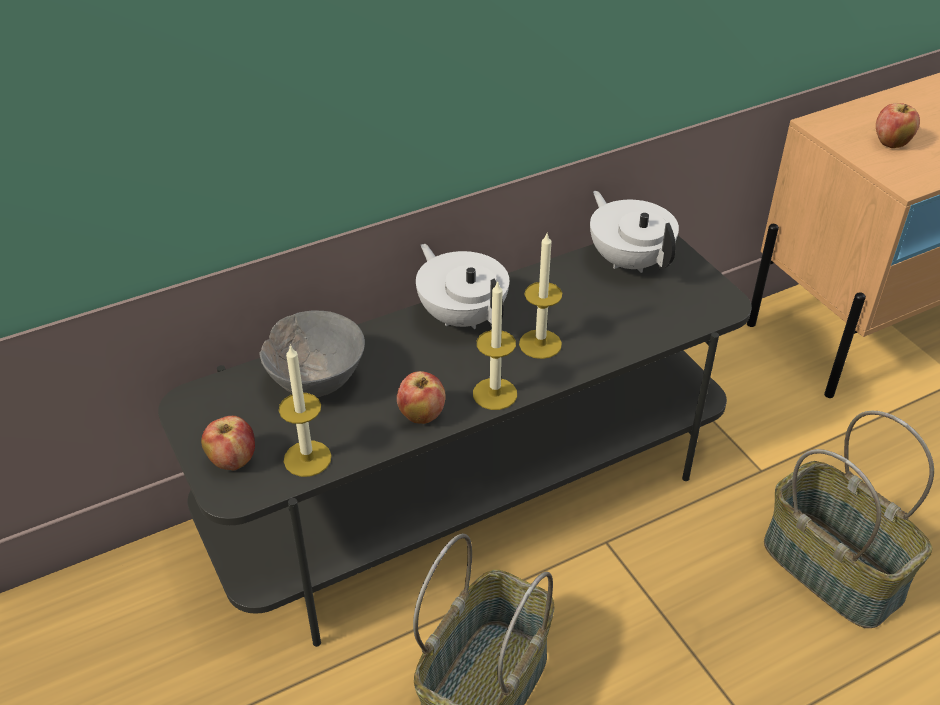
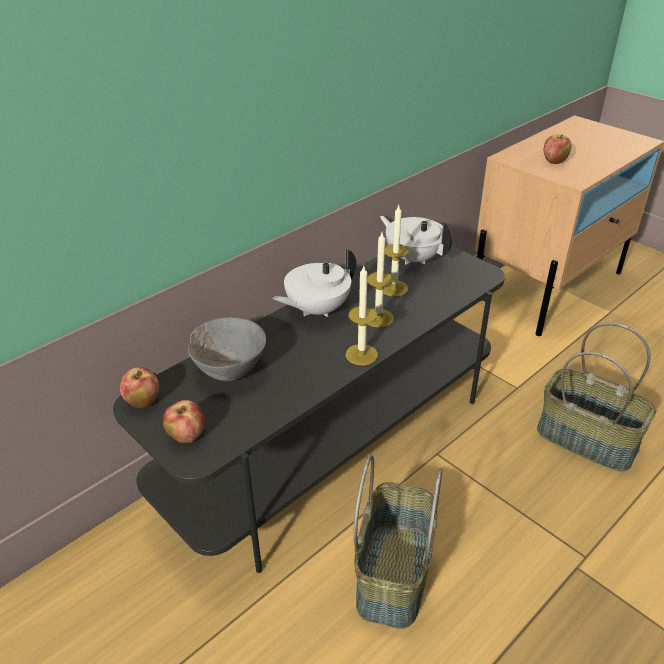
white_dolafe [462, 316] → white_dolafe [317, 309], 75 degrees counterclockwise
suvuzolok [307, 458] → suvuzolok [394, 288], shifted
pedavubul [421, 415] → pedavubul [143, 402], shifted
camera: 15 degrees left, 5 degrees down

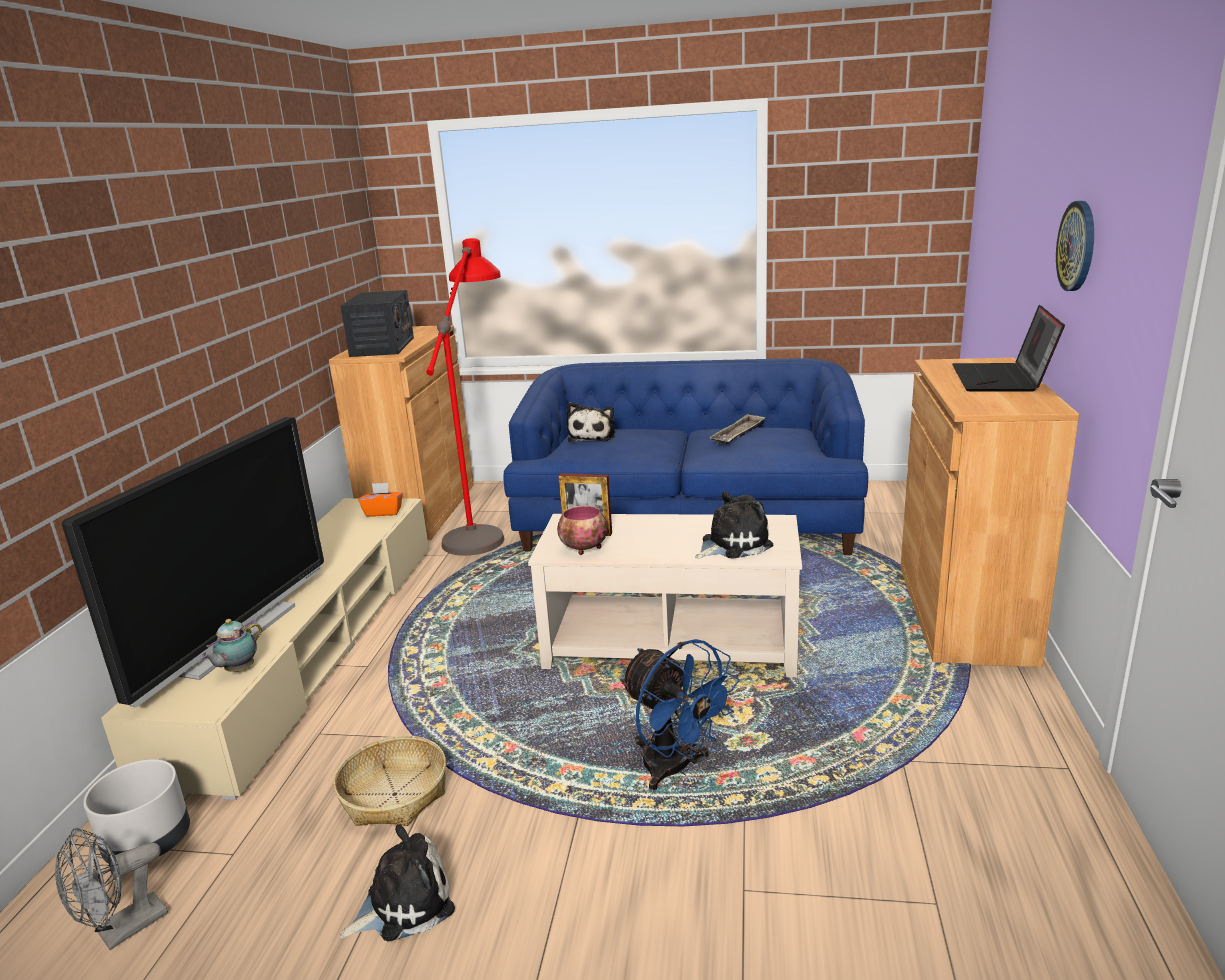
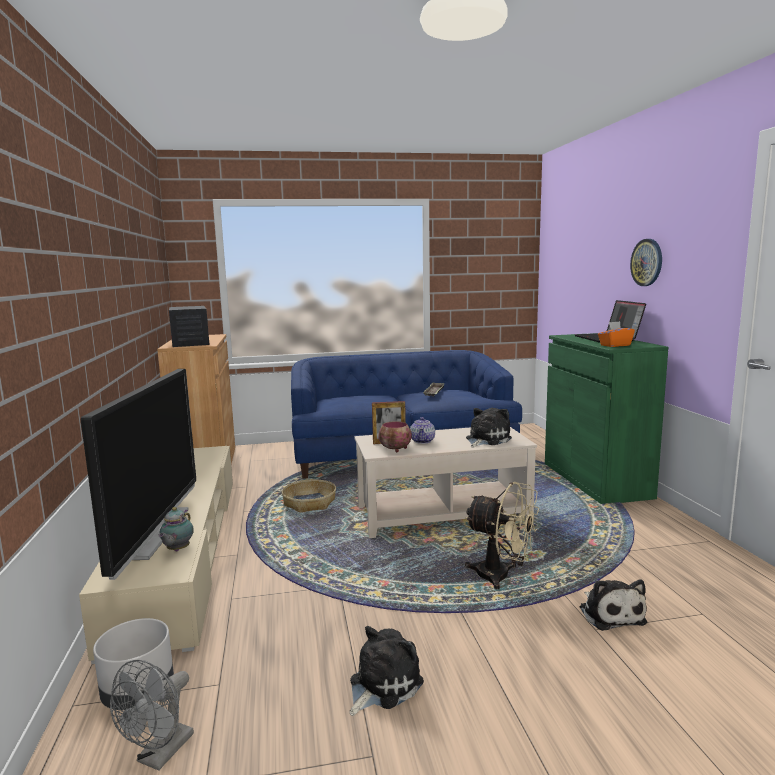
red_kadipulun [484, 523] → -
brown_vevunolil [964, 613] → green_vevunolil [595, 480]
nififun [593, 436] → nififun [610, 613], shifted
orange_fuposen [383, 512] → orange_fuposen [615, 345], shifted
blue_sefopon [675, 770] → beige_sefopon [501, 577]
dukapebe [395, 794] → dukapebe [309, 503], shifted
- → dolafe [422, 441]
camera: 20 degrees left, 10 degrees down

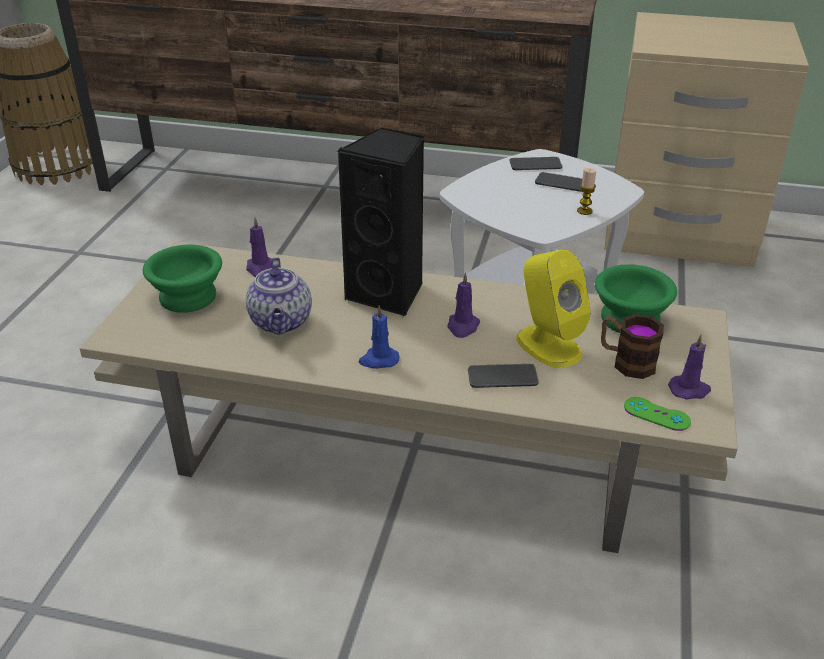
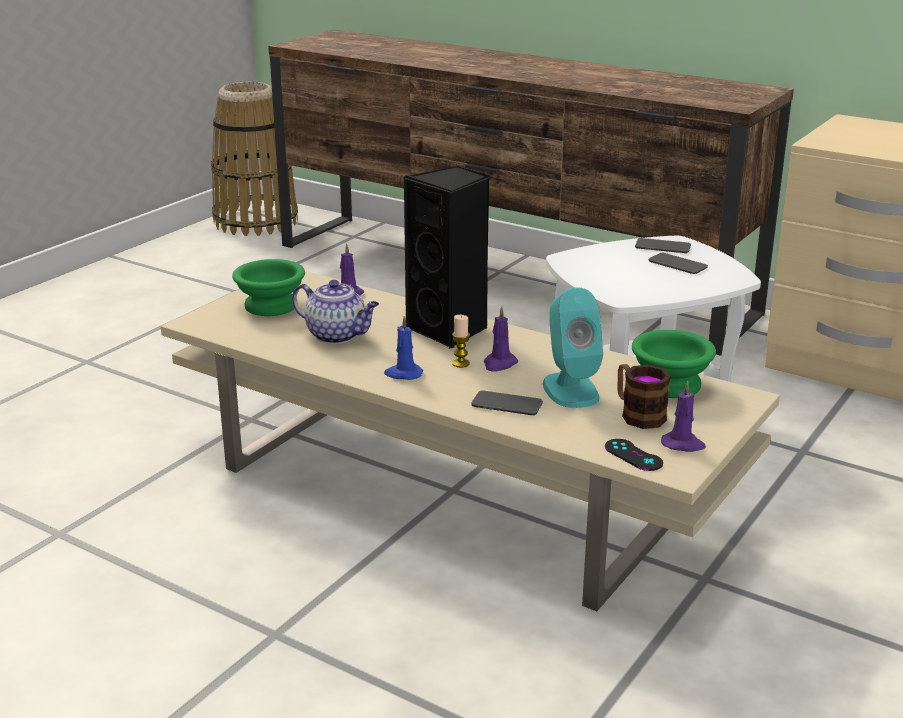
suvuzolok [584, 211] → suvuzolok [461, 363], shifted
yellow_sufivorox [548, 345] → turquoise_sufivorox [570, 390]
dolafe [281, 323] → dolafe [338, 335], 75 degrees counterclockwise
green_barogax [656, 414] → black_barogax [633, 455]
camera: 20 degrees right, 10 degrees down

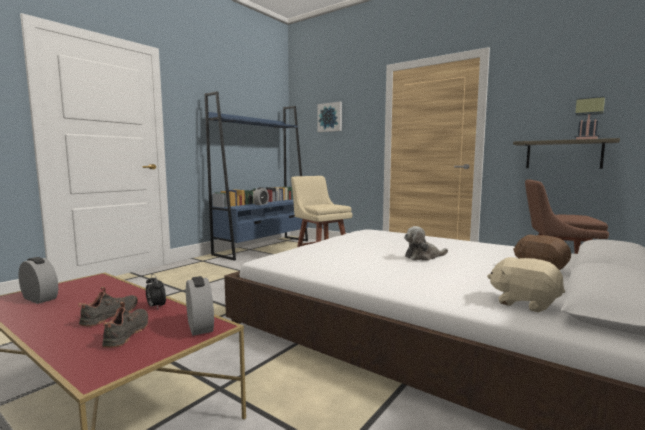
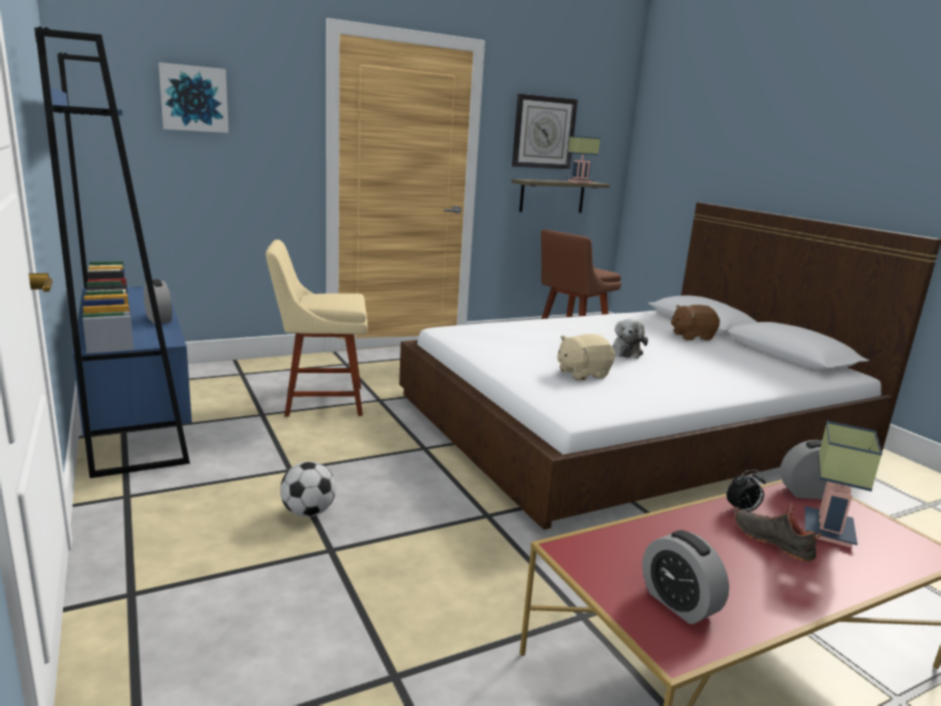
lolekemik [40, 298] → lolekemik [678, 603], 90 degrees counterclockwise
beige_nififun [524, 303] → beige_nififun [582, 373], shifted
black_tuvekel [128, 333] → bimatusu [831, 532]
- → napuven [543, 132]
- → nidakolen [308, 512]
camera: 65 degrees left, 10 degrees up

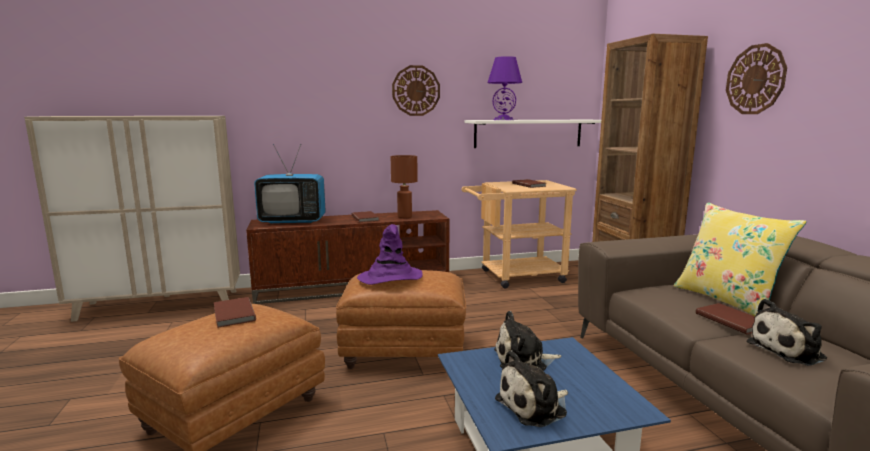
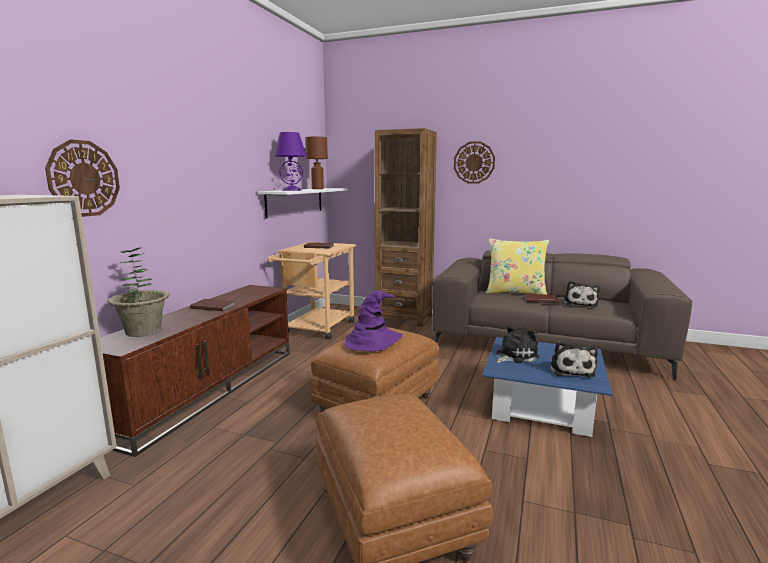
napuven [416, 90] → napuven [84, 178], shifted
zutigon [293, 221] → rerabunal [143, 331]
brown_bimatusu [404, 217] → brown_bimatusu [317, 189], shifted
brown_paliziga [233, 314] → -
nififun [523, 360] → nififun [514, 356], 150 degrees counterclockwise
camera: 55 degrees left, 0 degrees up

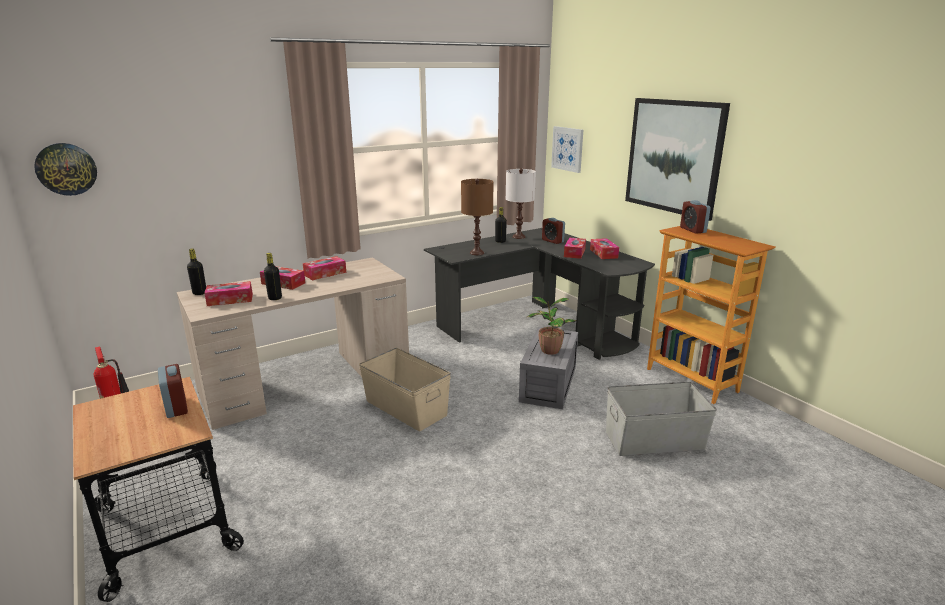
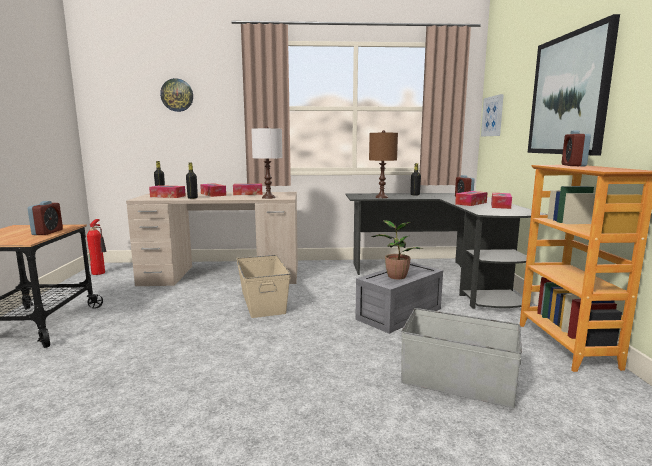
napuven [66, 169] → napuven [177, 95], shifted
white_bimatusu [518, 237] → white_bimatusu [268, 197], shifted
camera: 30 degrees right, 10 degrees down

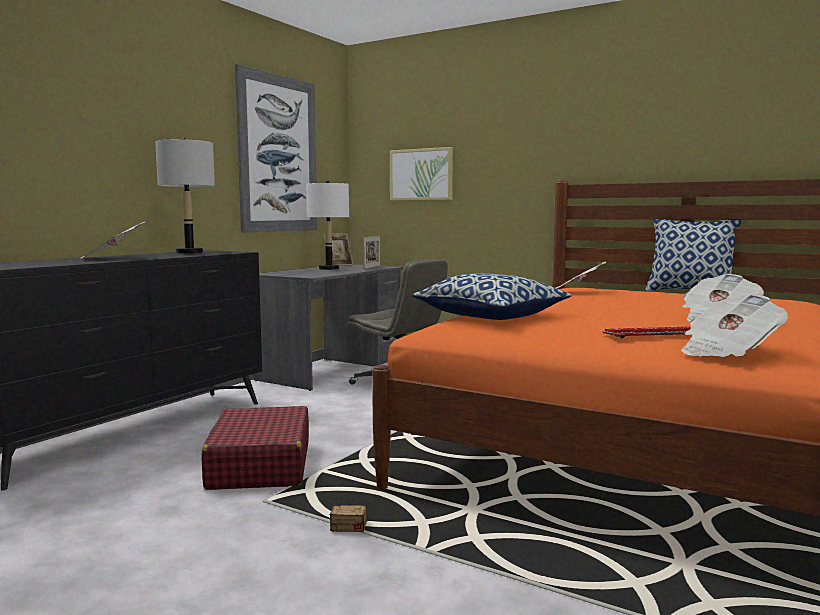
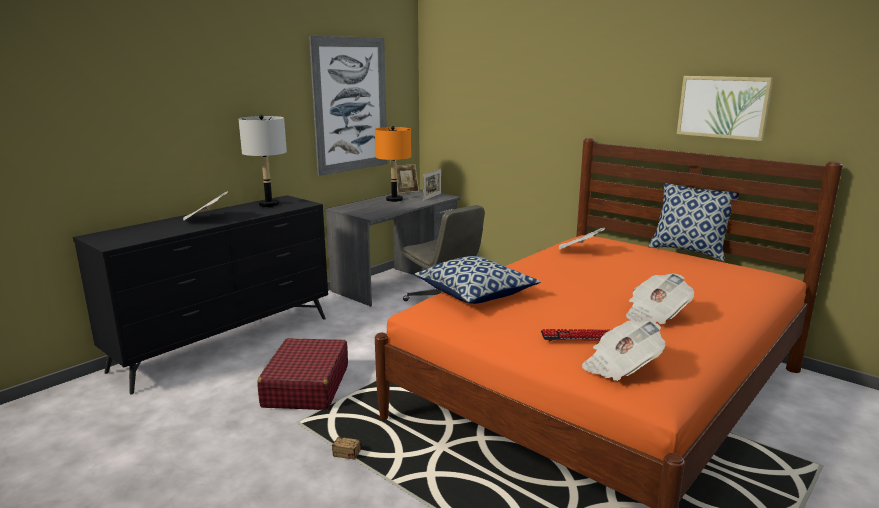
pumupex [421, 174] → pumupex [722, 107], shifted
white_bimatusu [329, 268] → orange_bimatusu [394, 199]
camera: 10 degrees right, 10 degrees up

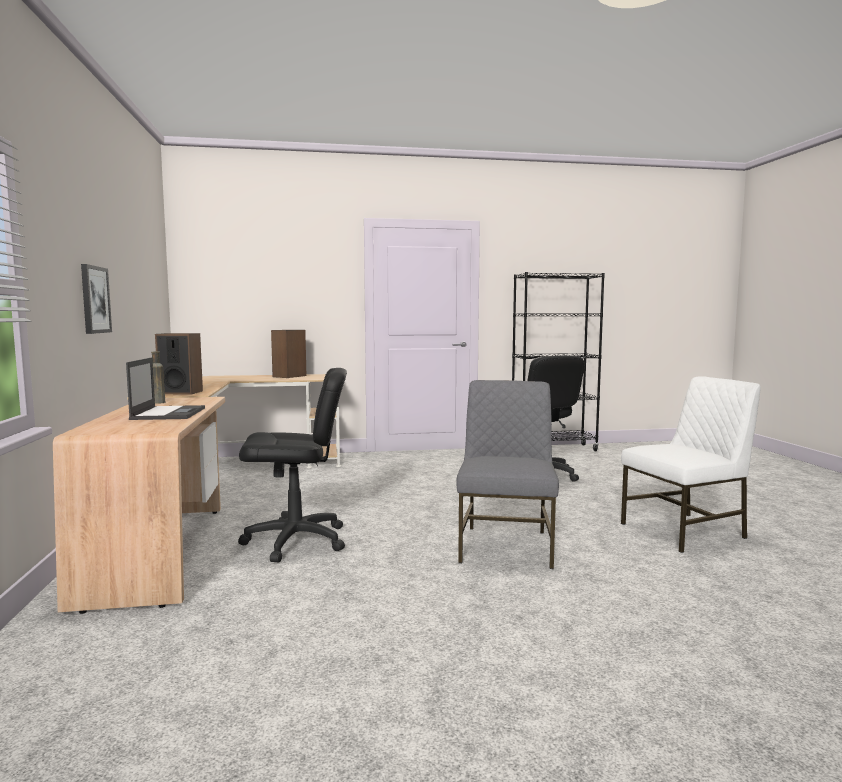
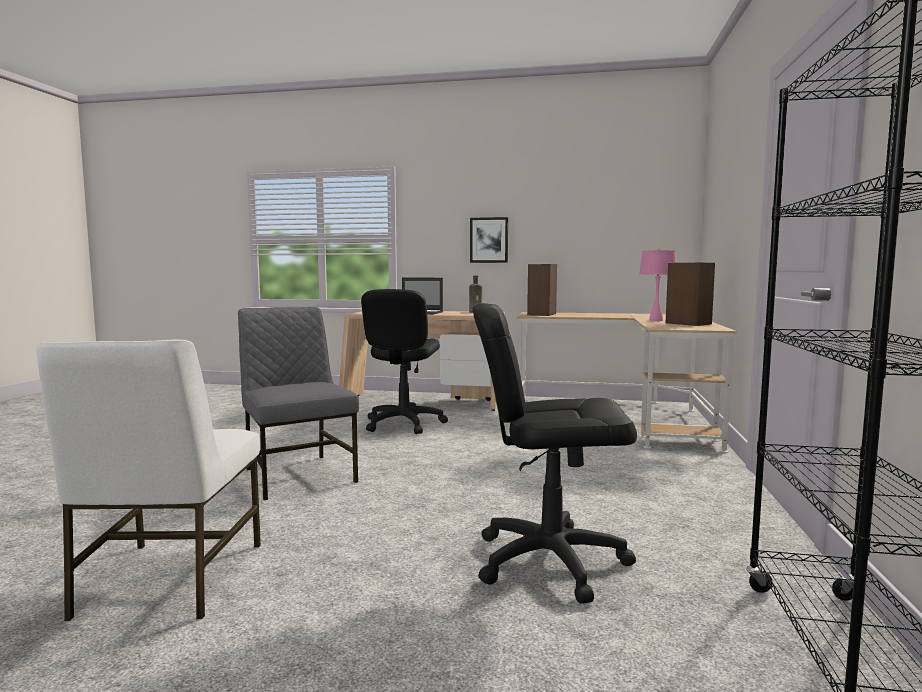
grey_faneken [506, 545] → grey_faneken [298, 475], 150 degrees counterclockwise
- → pink_bimatusu [655, 320]
camera: 110 degrees right, 0 degrees up

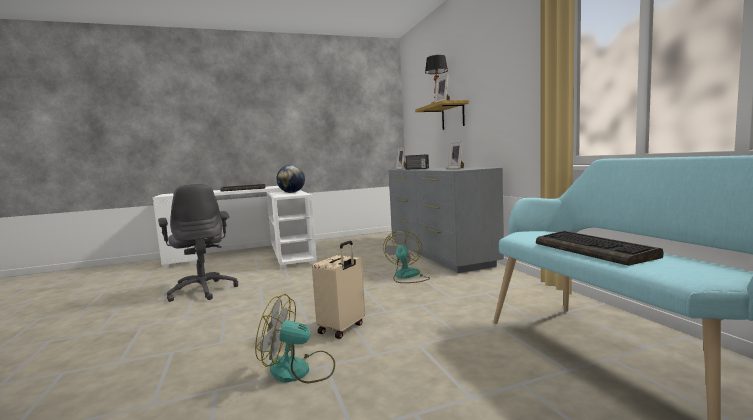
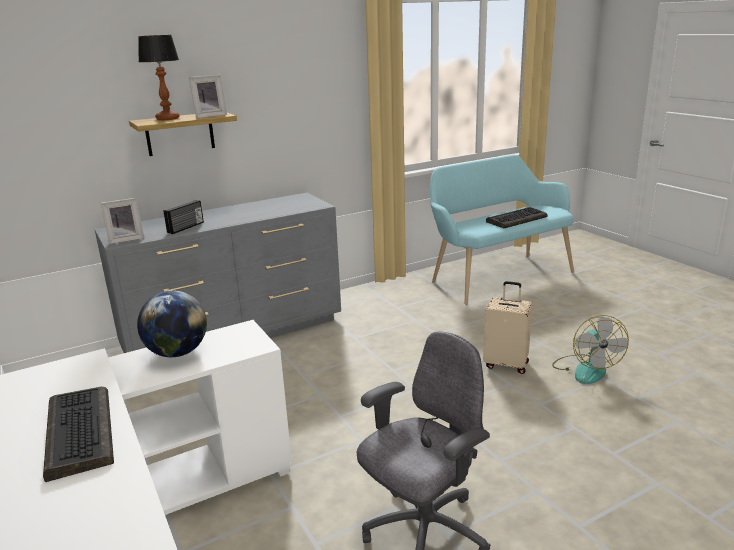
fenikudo [457, 168] → -
sefopon [407, 276] → -
camera: 100 degrees left, 15 degrees up

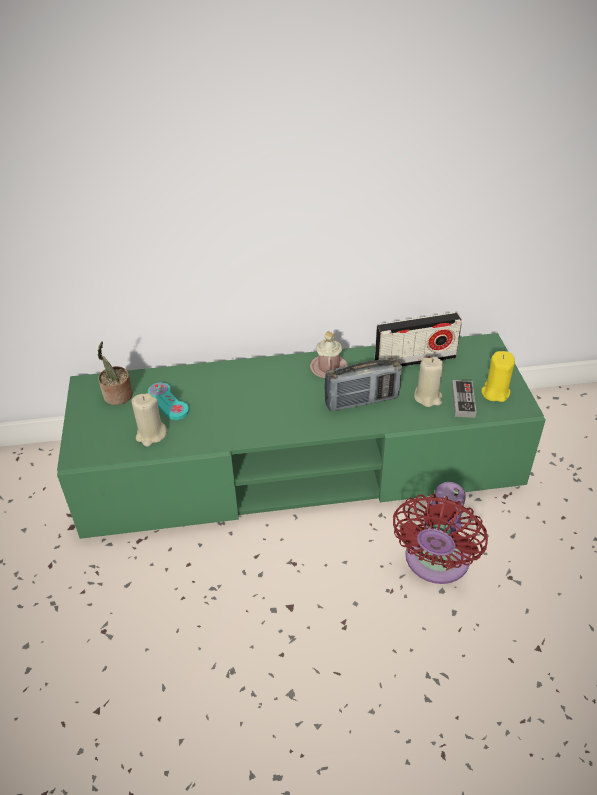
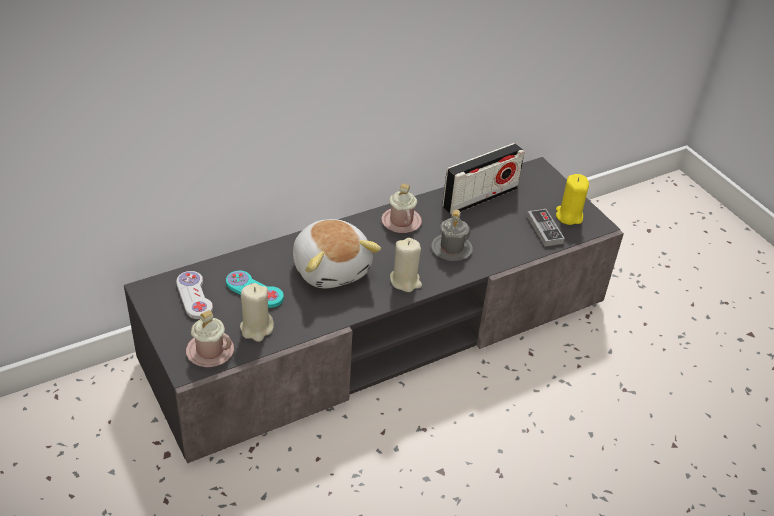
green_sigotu [300, 465] → grey_sigotu [381, 331]
rerabunal [117, 397] → white_barogax [194, 296]
beige_suvuzolok [428, 397] → beige_suvuzolok [405, 281], shifted
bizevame [361, 401] → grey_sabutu [451, 249]
red_sefopon [435, 562] → -
- → nififun [332, 268]
- → pink_sabutu [210, 351]
camera: 25 degrees left, 0 degrees up

